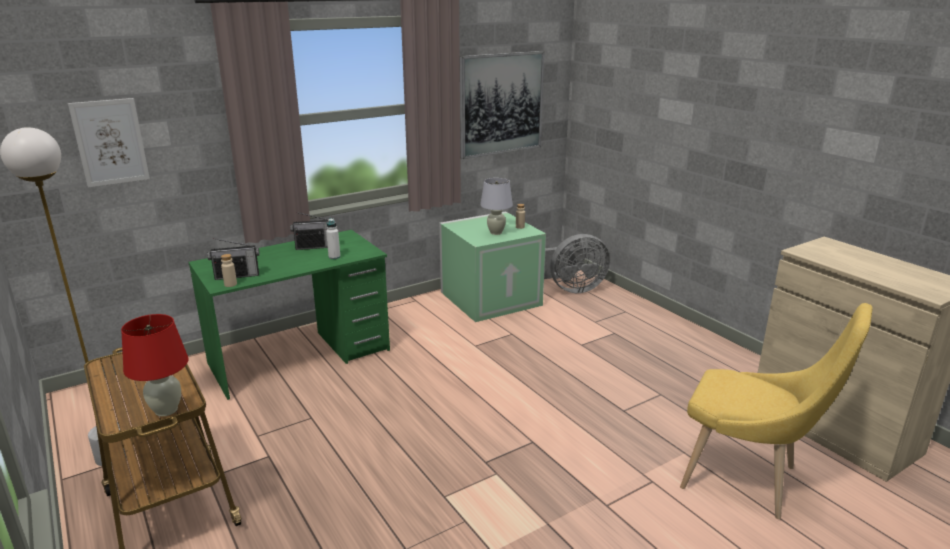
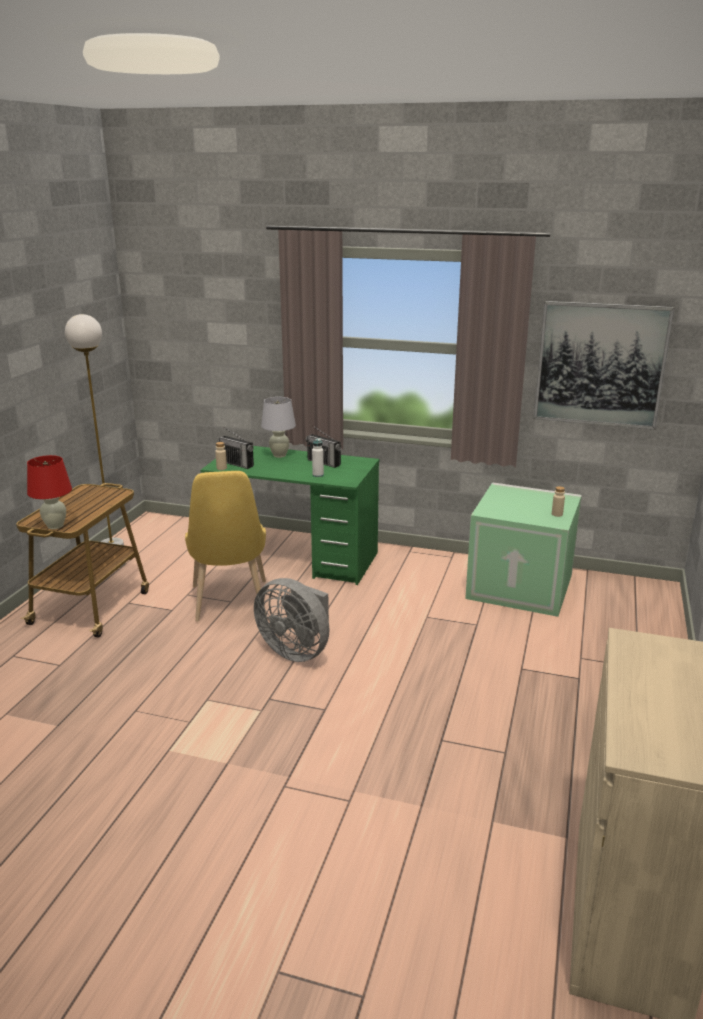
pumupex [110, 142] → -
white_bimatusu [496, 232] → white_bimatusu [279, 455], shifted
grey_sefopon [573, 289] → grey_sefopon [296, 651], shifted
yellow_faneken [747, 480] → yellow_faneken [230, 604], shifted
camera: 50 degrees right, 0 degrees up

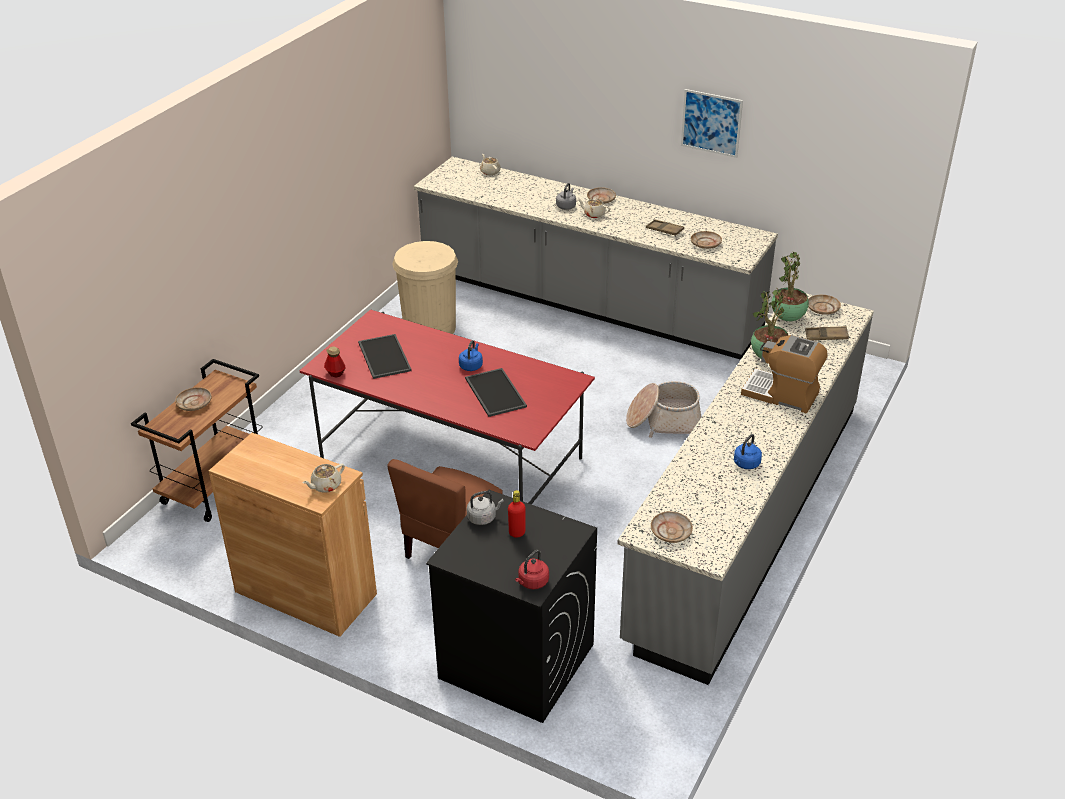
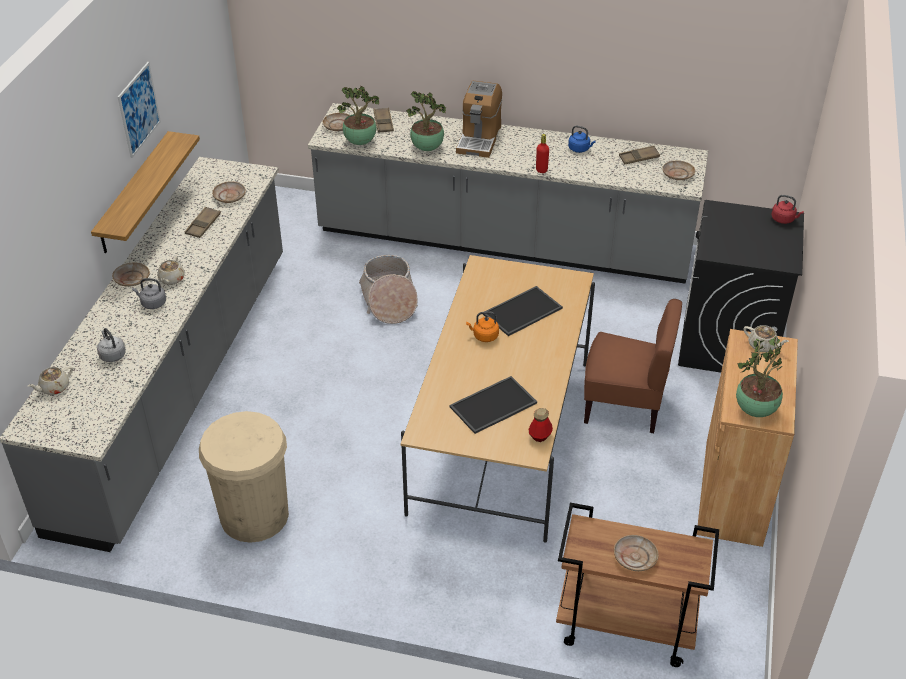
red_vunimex [451, 460] → beige_vunimex [501, 435]
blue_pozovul [471, 365] → orange_pozovul [484, 336]
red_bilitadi [517, 533] → red_bilitadi [541, 170], shifted
grey_pozovul [483, 517] → grey_pozovul [112, 355], shifted
- → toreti [134, 193]
- → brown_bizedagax [639, 158]
- → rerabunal [754, 411]
camera: 105 degrees left, 5 degrees up

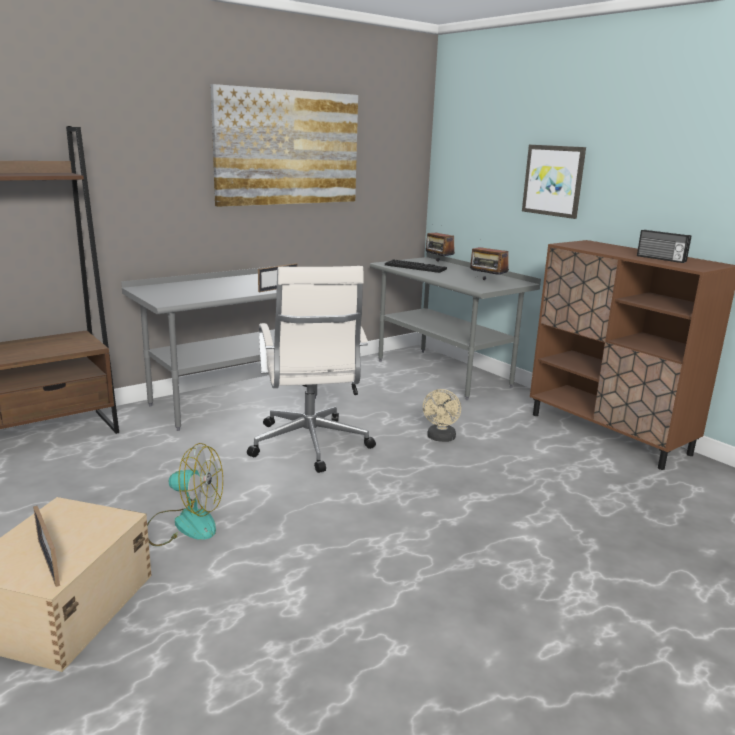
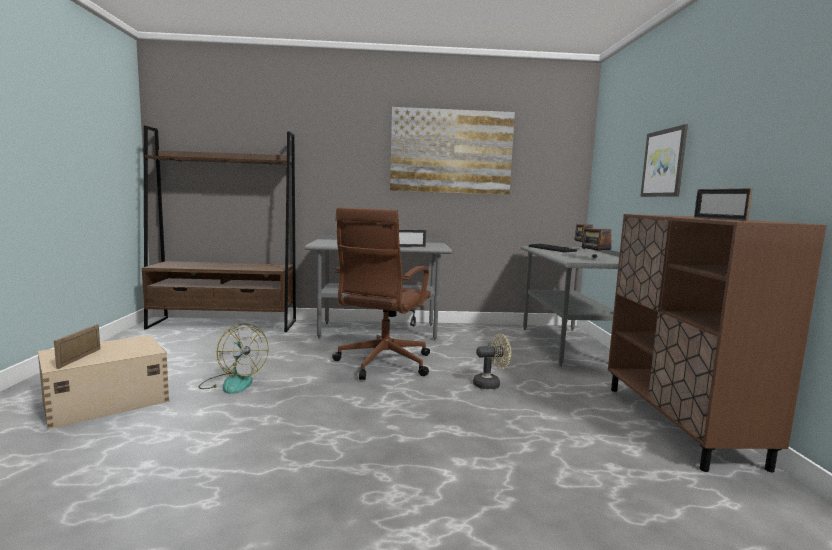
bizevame [660, 259] → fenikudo [719, 219]
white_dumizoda [309, 445] → brown_dumizoda [382, 364]
beige_sefopon [440, 438] → beige_sefopon [491, 384], 150 degrees counterclockwise
camera: 35 degrees right, 10 degrees down

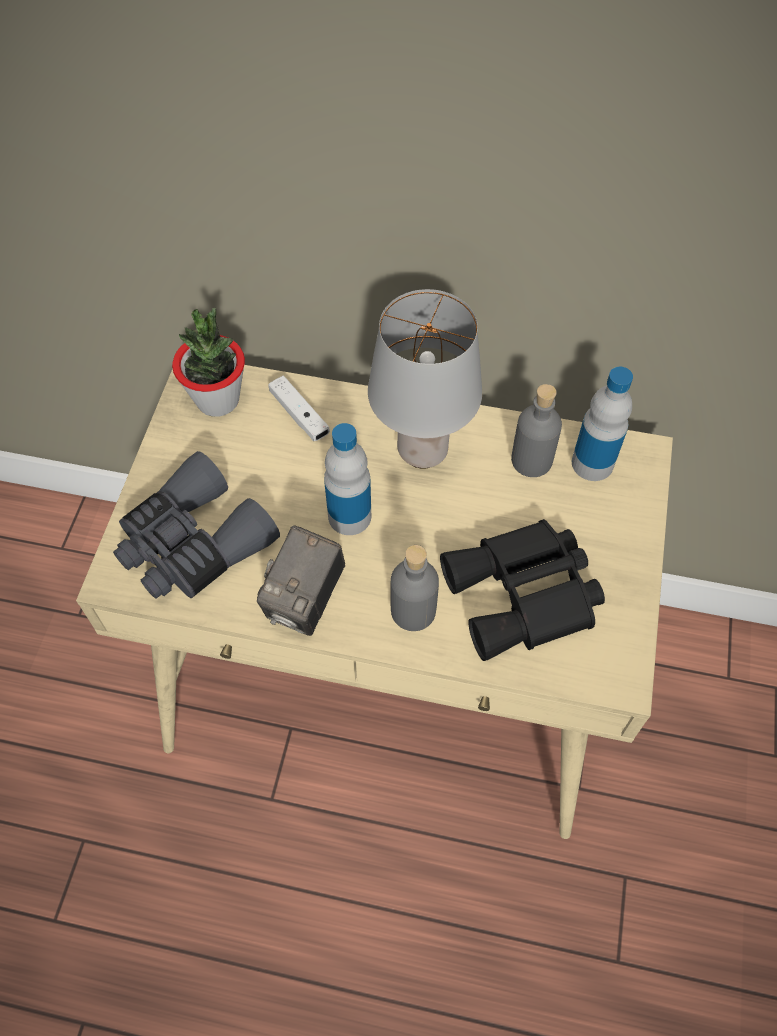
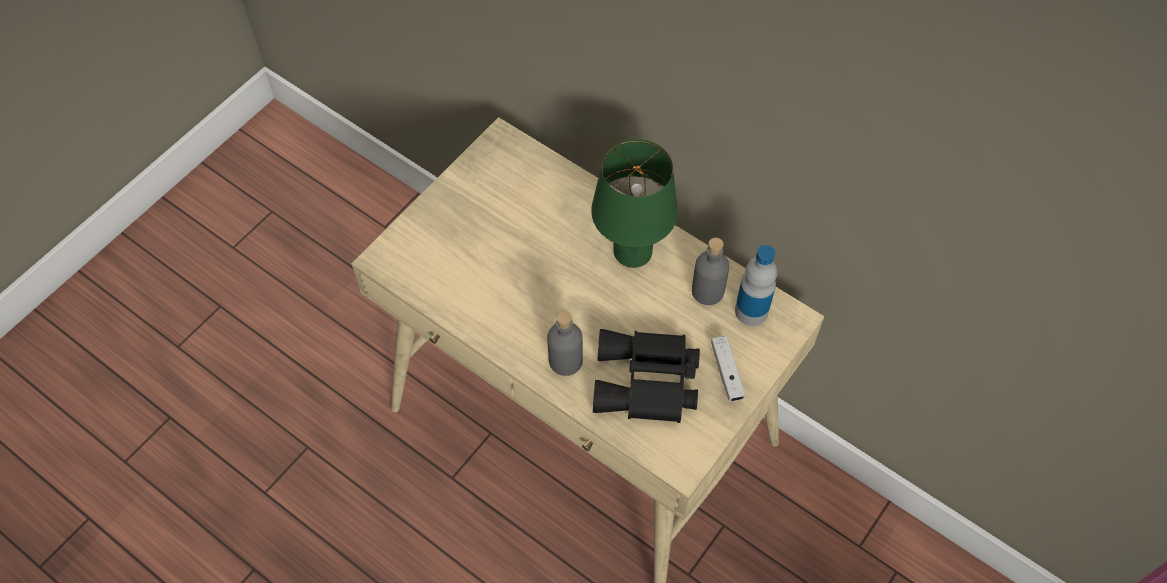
grey_bimatusu [423, 451] → green_bimatusu [633, 254]
rerabunal [218, 400] → -
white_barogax [299, 415] → white_barogax [726, 372], shifted
bilitadi [349, 516] → -
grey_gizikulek [193, 544] → -
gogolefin [306, 601] → -
camera: 25 degrees right, 0 degrees up

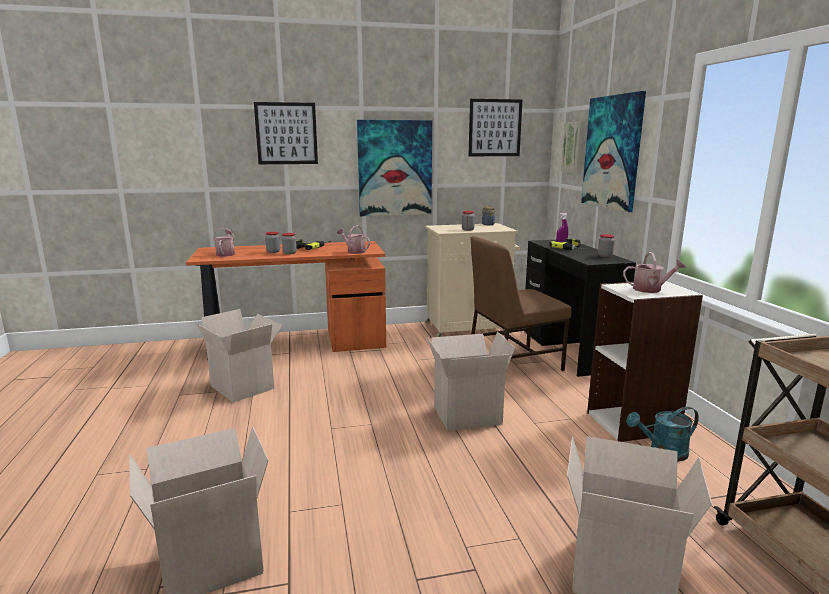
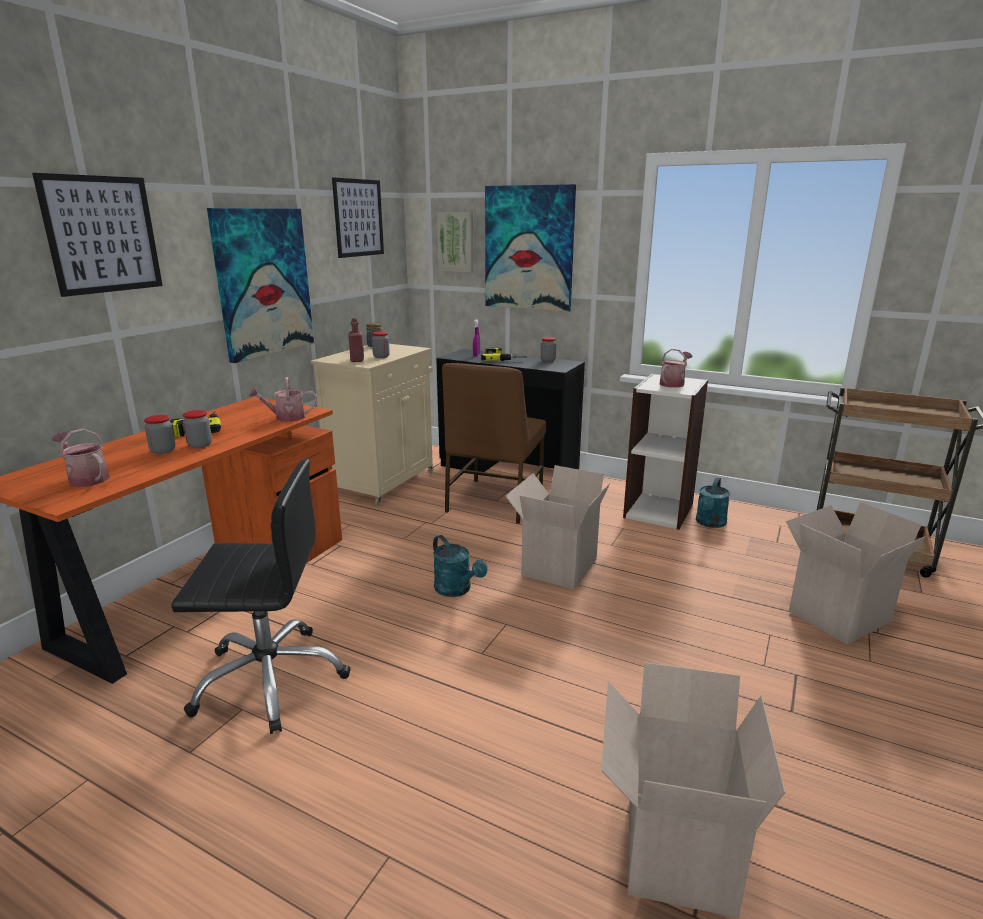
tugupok [244, 387] → black_dumizoda [270, 678]
- → red_bilitadi [357, 360]
- → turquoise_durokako [457, 590]
camera: 50 degrees left, 5 degrees up

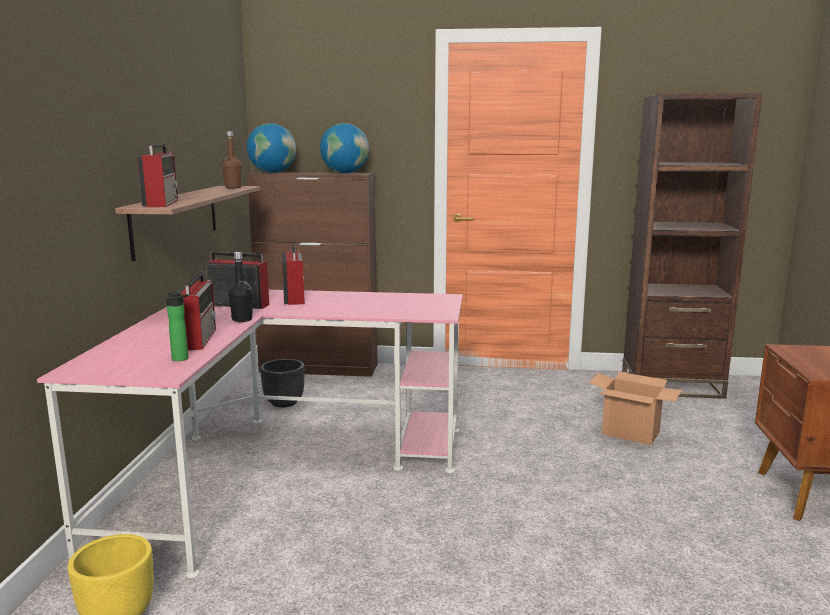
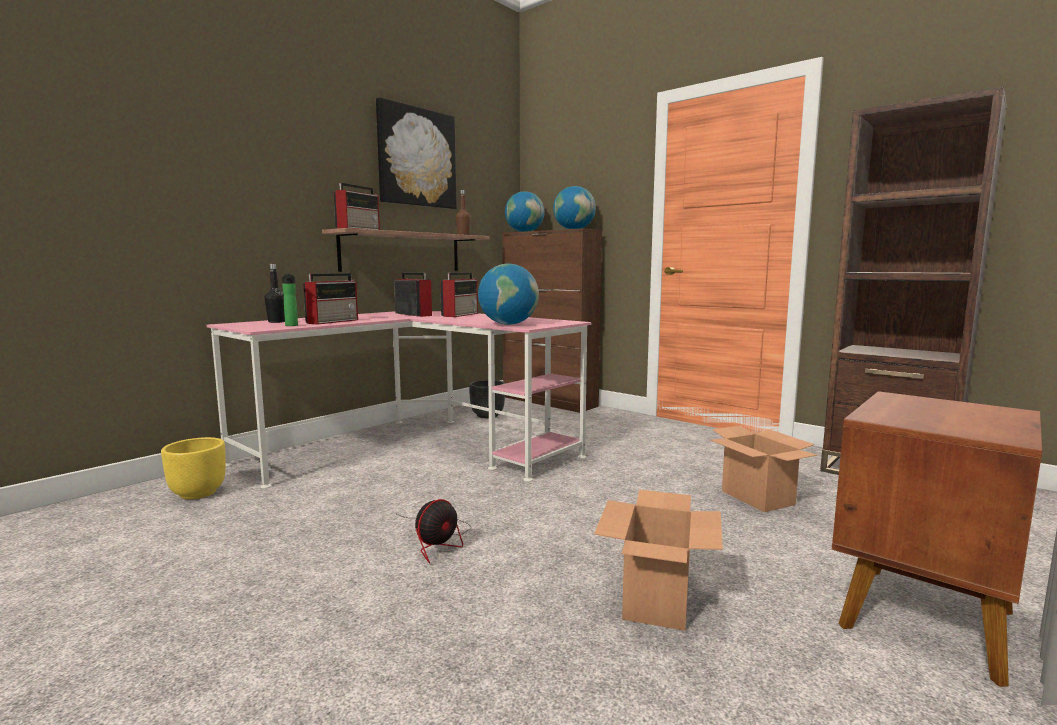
black_bilitadi [242, 319] → black_bilitadi [277, 322], shifted
- → pumupex [416, 157]
- → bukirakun [508, 324]
- → tugupok [657, 602]
- → sefopon [438, 541]
camera: 35 degrees right, 5 degrees down

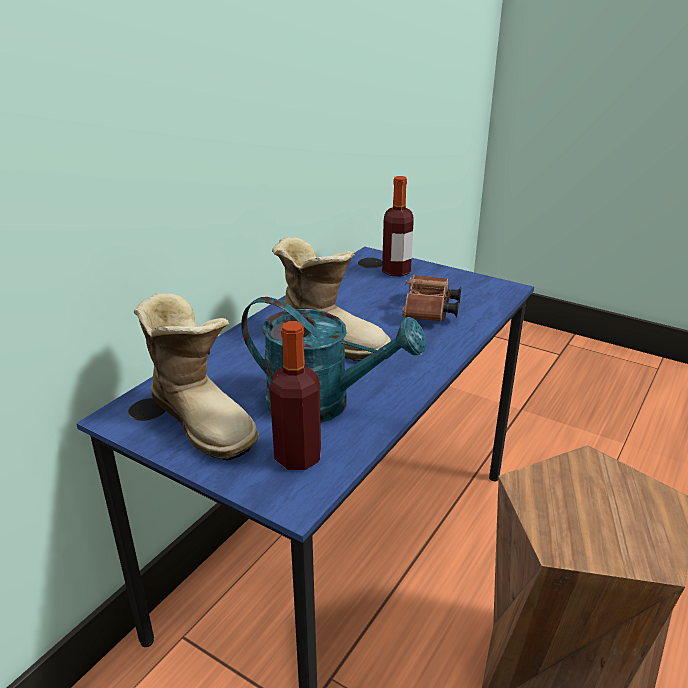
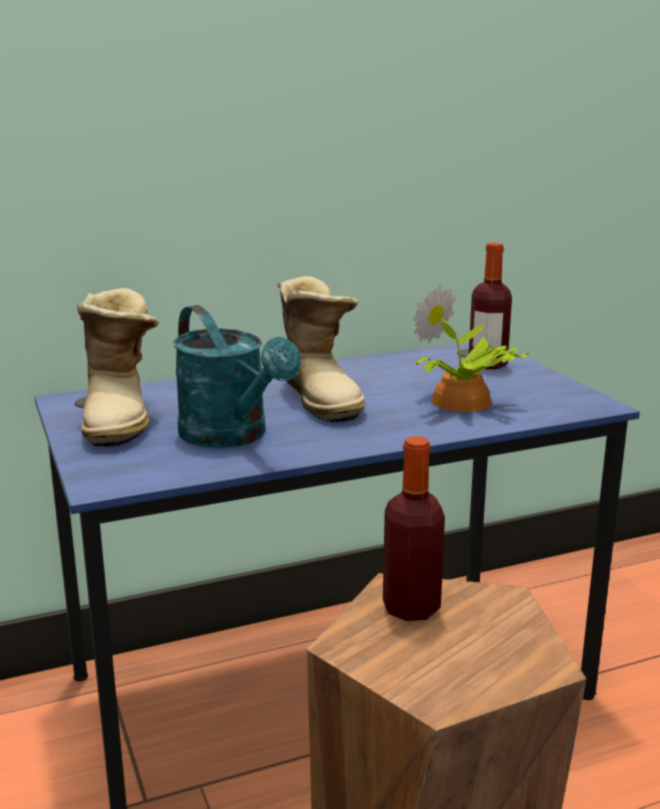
brown_gizikulek [429, 312] → rerabunal [462, 403]
bilitadi [298, 457] → bilitadi [411, 608], shifted
camera: 35 degrees right, 10 degrees down

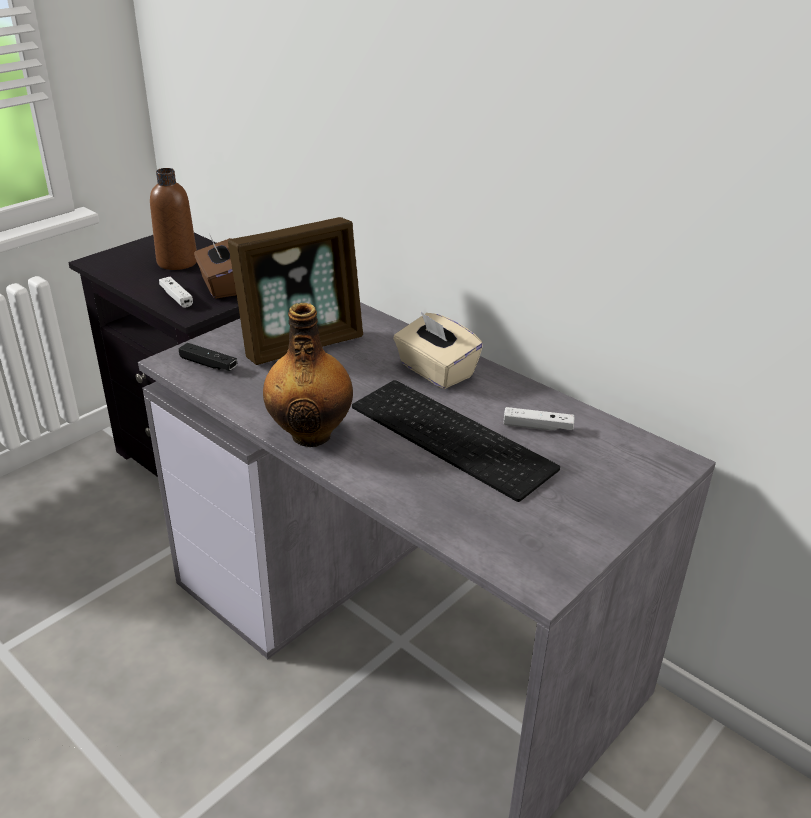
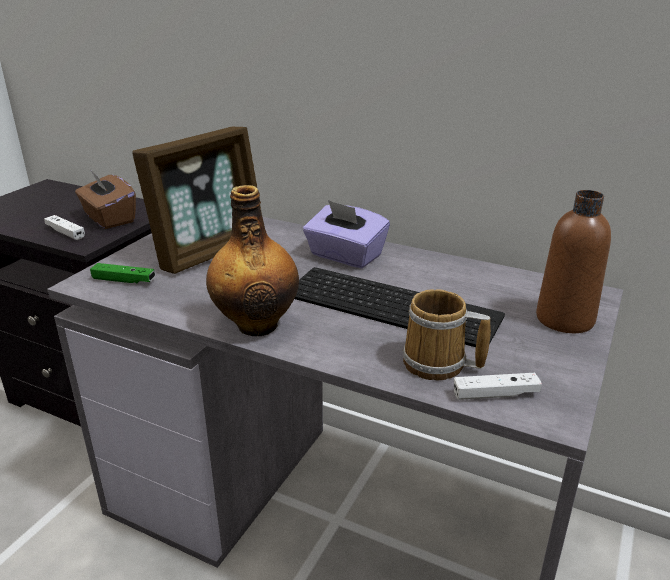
brown_bilitadi [177, 262] → brown_bilitadi [564, 319], shifted
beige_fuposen [435, 371] → purple_fuposen [345, 256]
black_barogax [208, 364] → green_barogax [124, 280]
white_barogax [537, 426] → white_barogax [495, 394], shifted
- → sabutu [437, 365]
camera: 15 degrees left, 5 degrees down

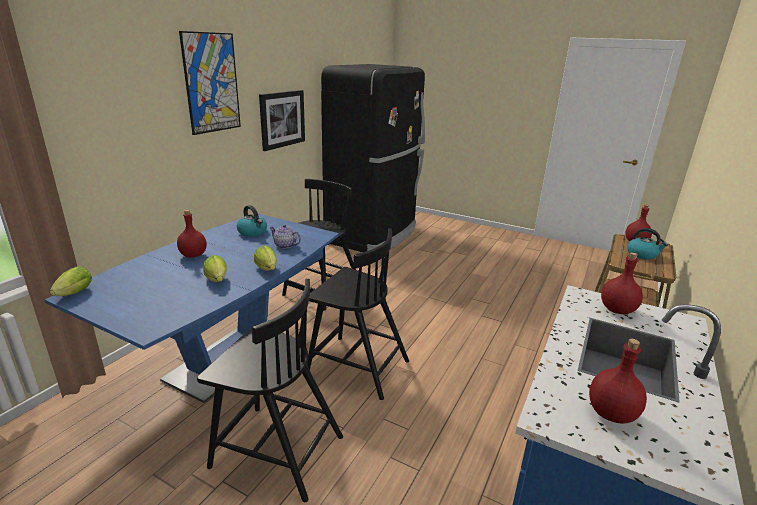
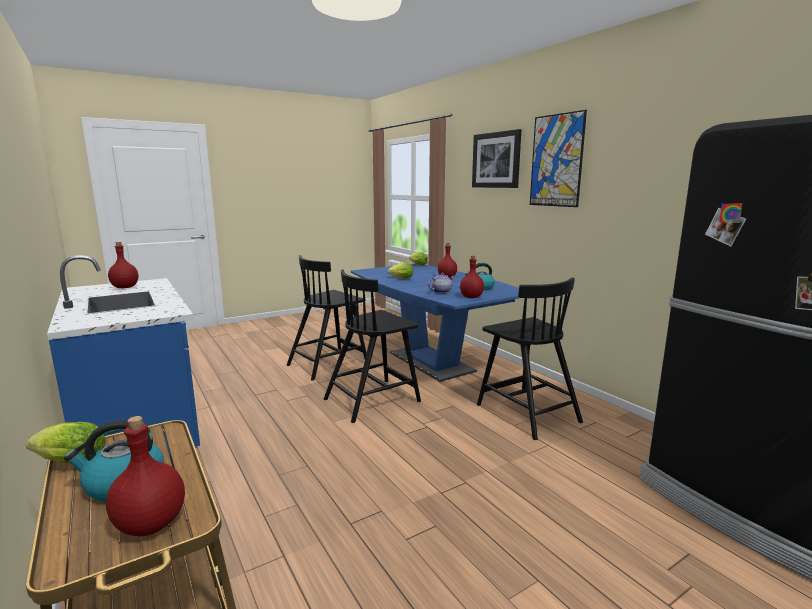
pumupex [282, 119] → pumupex [496, 160], shifted
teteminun [267, 270] → teteminun [68, 462], shifted
red_bilitadi [618, 310] → red_bilitadi [471, 297], shifted
camera: 120 degrees right, 10 degrees down

